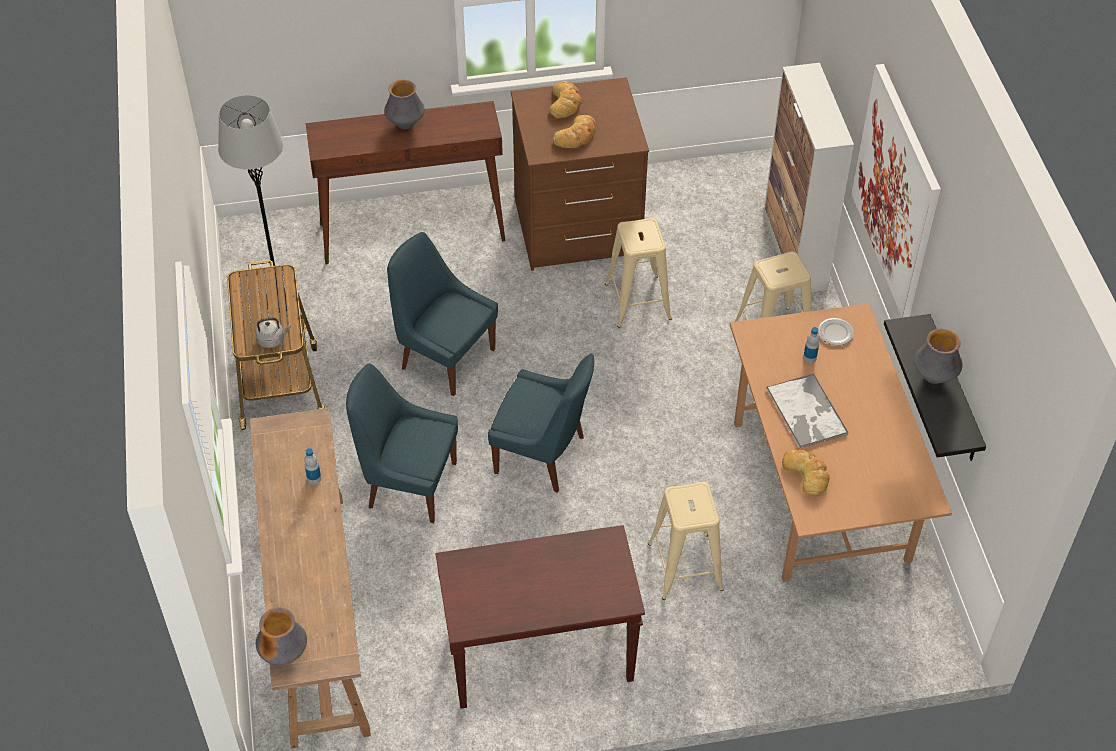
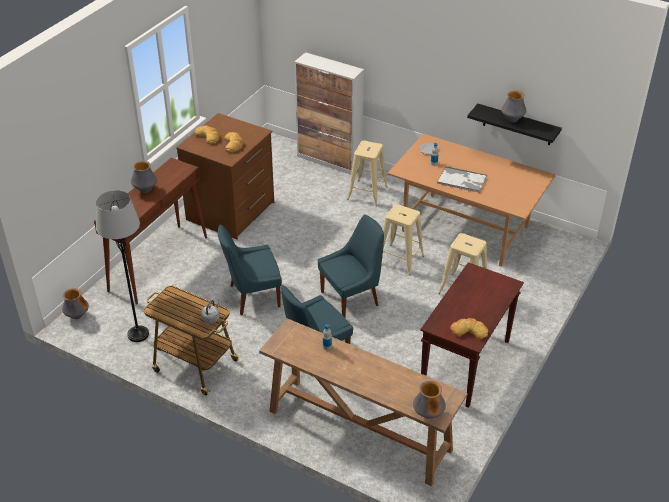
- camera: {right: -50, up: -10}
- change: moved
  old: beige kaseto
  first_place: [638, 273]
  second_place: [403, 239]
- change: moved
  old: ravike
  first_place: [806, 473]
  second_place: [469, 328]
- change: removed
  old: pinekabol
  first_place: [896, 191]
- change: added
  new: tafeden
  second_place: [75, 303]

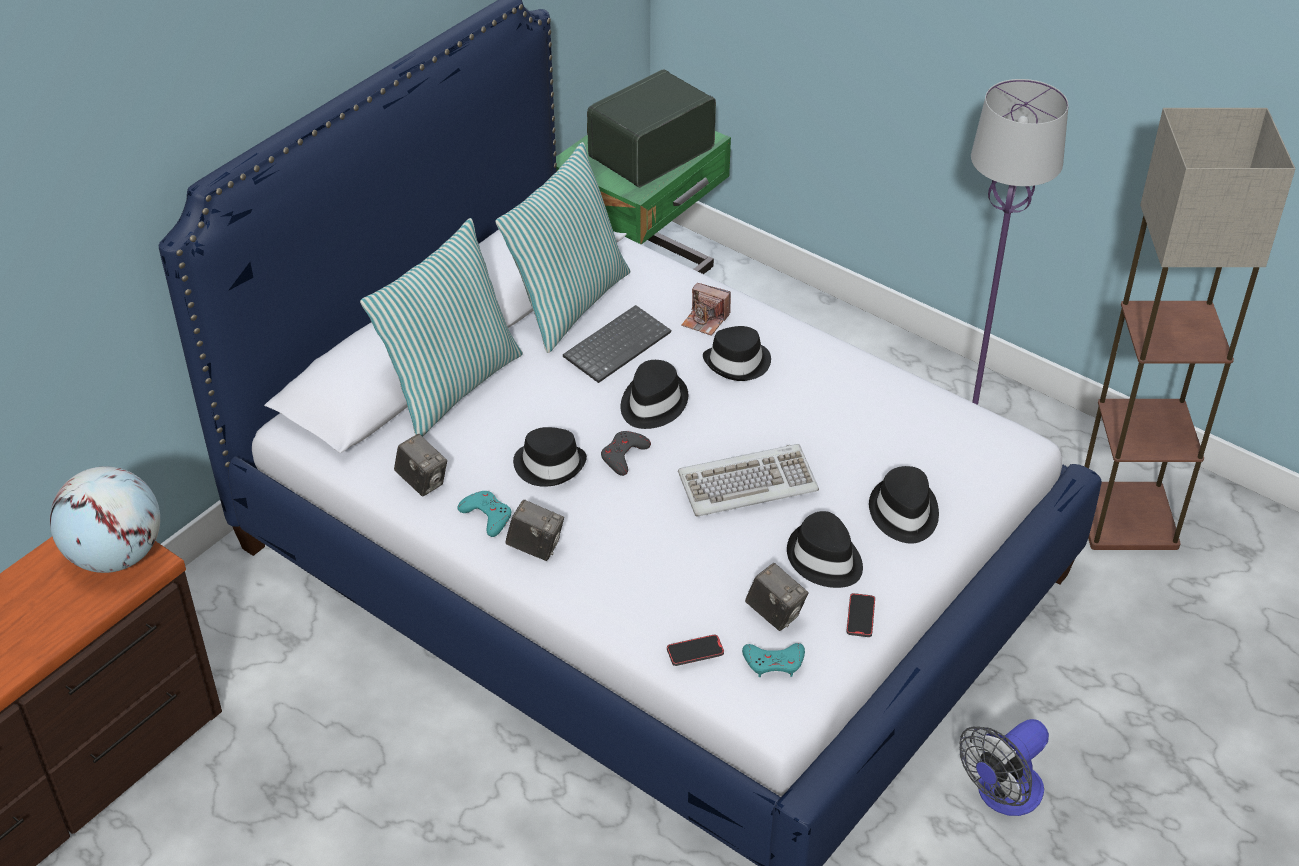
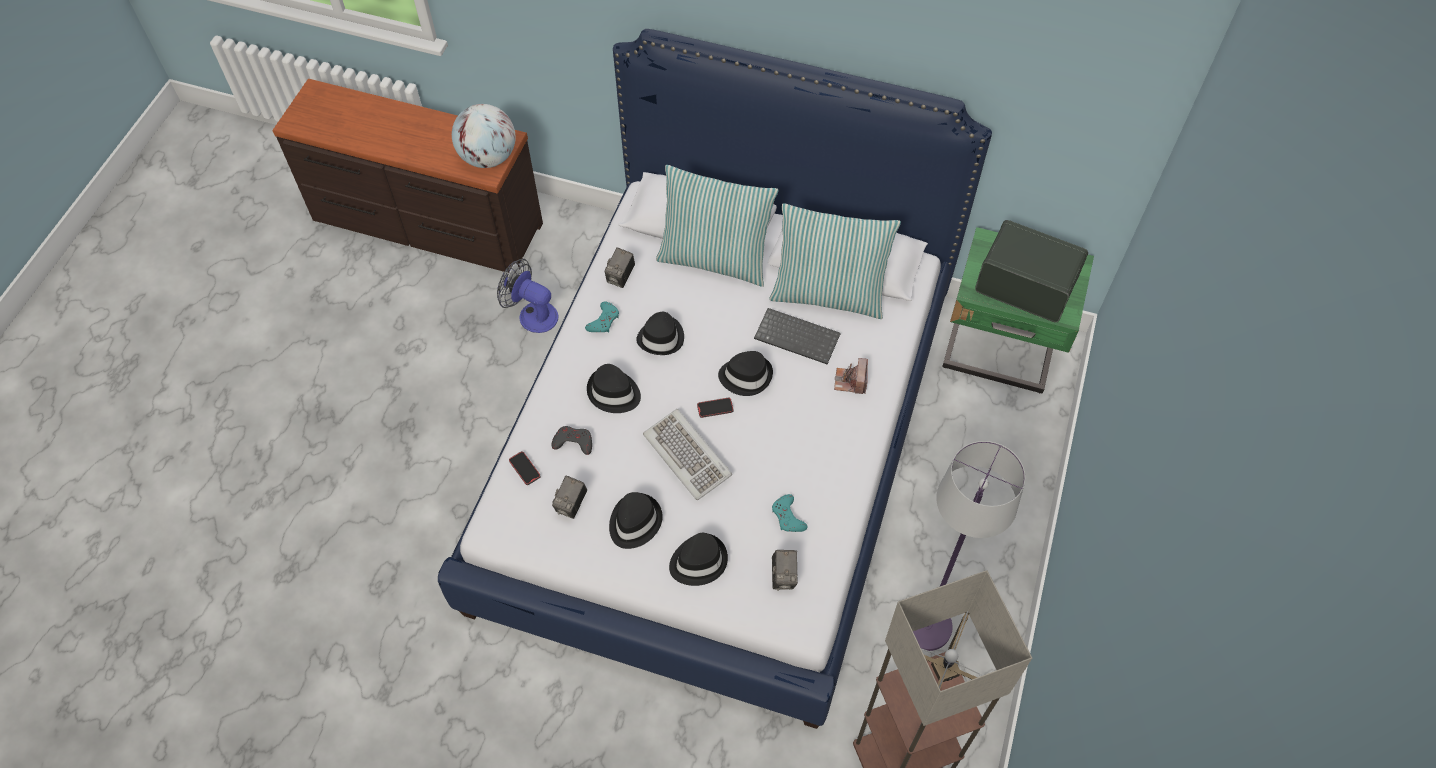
- camera: {right: 70, up: 15}
- change: moved
  old: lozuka
  first_place: [535, 530]
  second_place: [785, 570]
- change: moved
  old: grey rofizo
  first_place: [626, 453]
  second_place: [572, 440]
- change: moved
  old: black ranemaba
  first_place: [737, 353]
  second_place: [614, 388]
- change: moved
  old: turquoise rofizo
  first_place: [773, 660]
  second_place: [790, 513]
- change: moved
  old: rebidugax
  first_place: [861, 615]
  second_place: [715, 408]
- change: moved
  old: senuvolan
  first_place: [1004, 767]
  second_place: [528, 296]

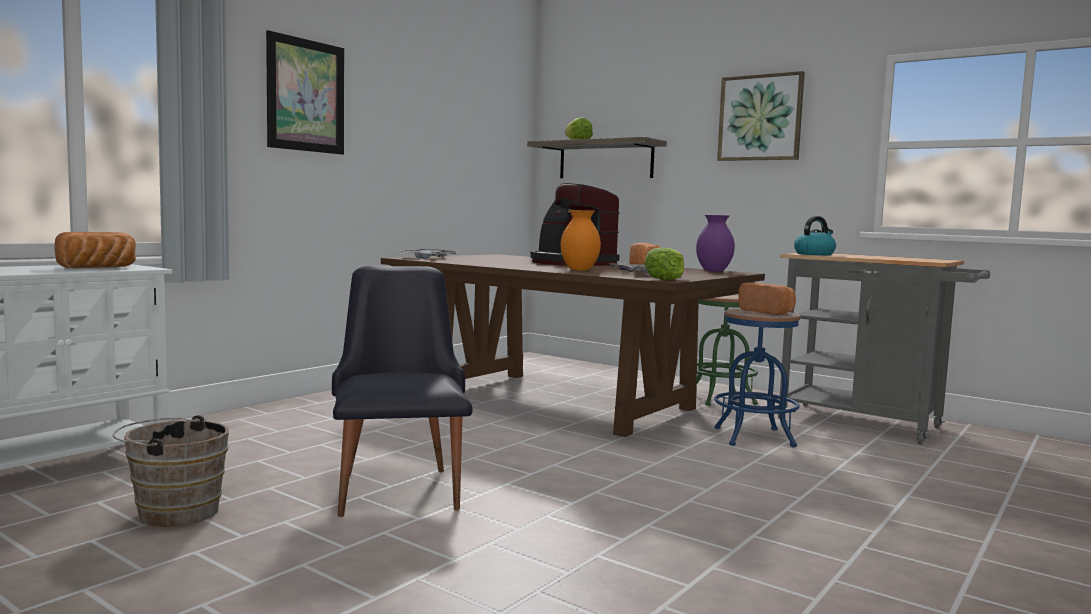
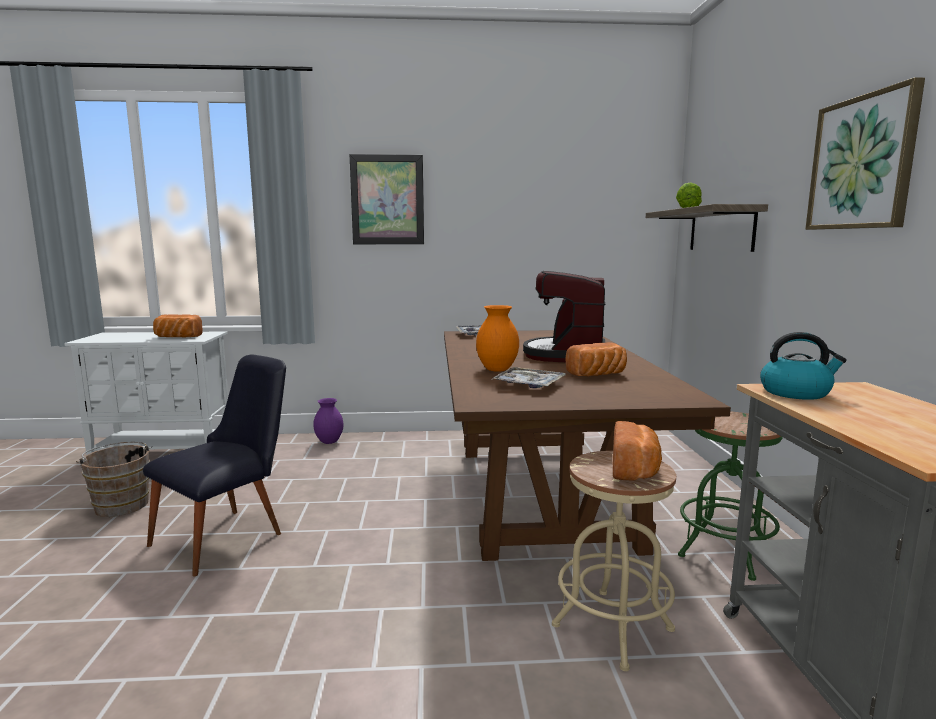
- camera: {right: 50, up: 5}
- change: removed
  old: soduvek
  first_place: [664, 264]
- change: moved
  old: purple tafeden
  first_place: [715, 243]
  second_place: [328, 421]
- change: recoloured
  old: blue kaseto
  new: beige kaseto
  first_place: [757, 378]
  second_place: [614, 561]

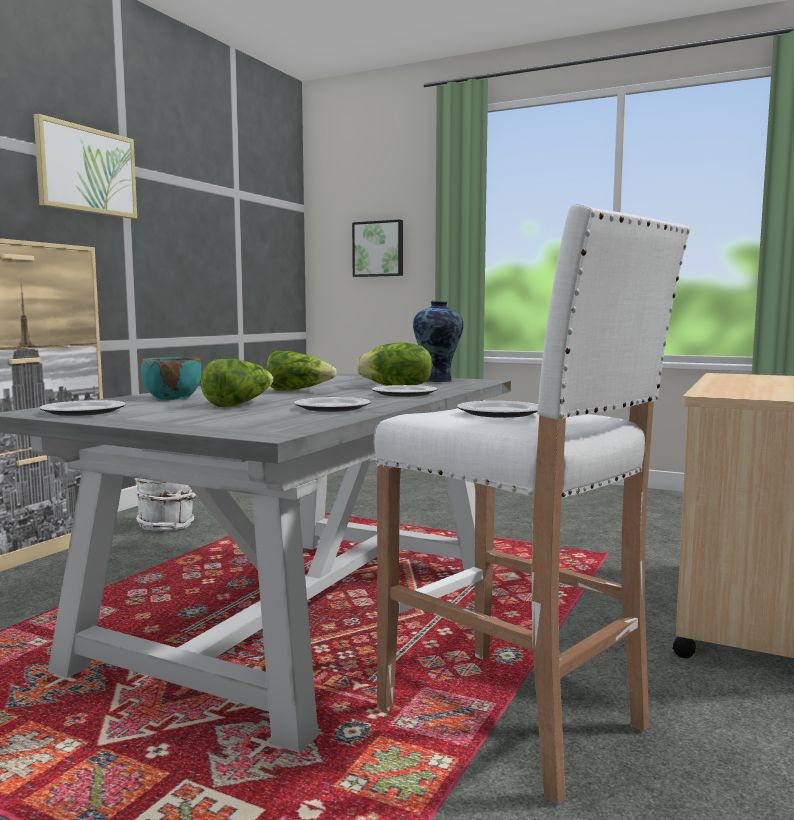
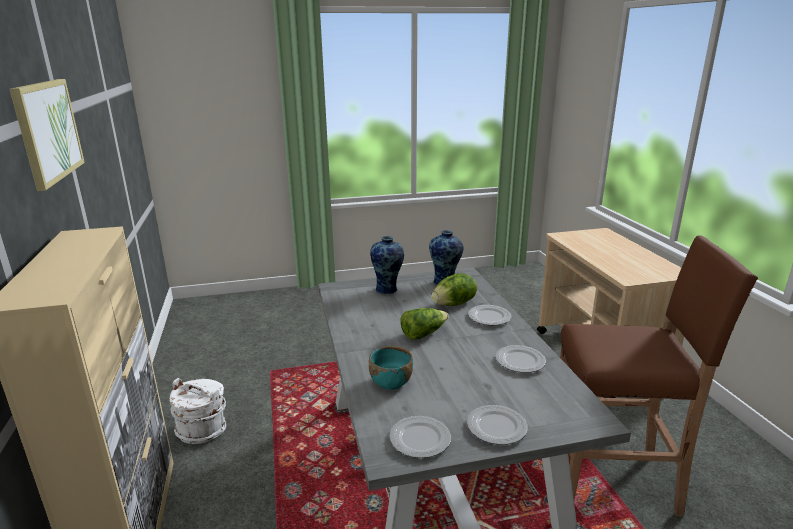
- camera: {right: -40, up: 15}
- change: removed
  old: soduvek
  first_place: [237, 383]
- change: removed
  old: pinekabol
  first_place: [377, 248]
- change: recoloured
  old: white kaseto
  new: brown kaseto
  first_place: [532, 504]
  second_place: [659, 376]
- change: moved
  old: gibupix
  first_place: [497, 409]
  second_place: [497, 425]
- change: added
  new: tafeden
  second_place: [387, 265]

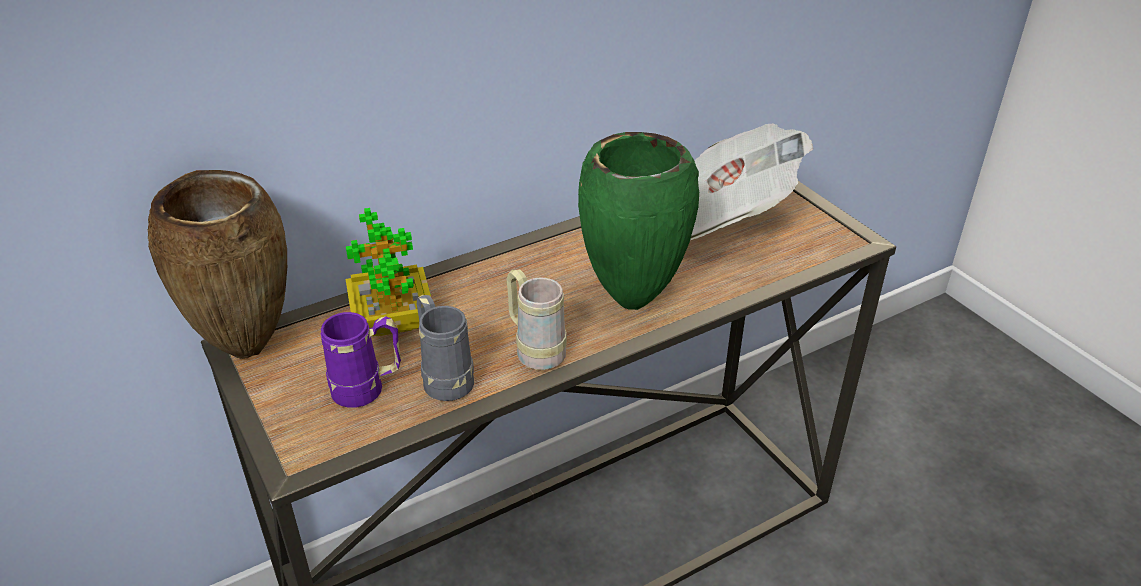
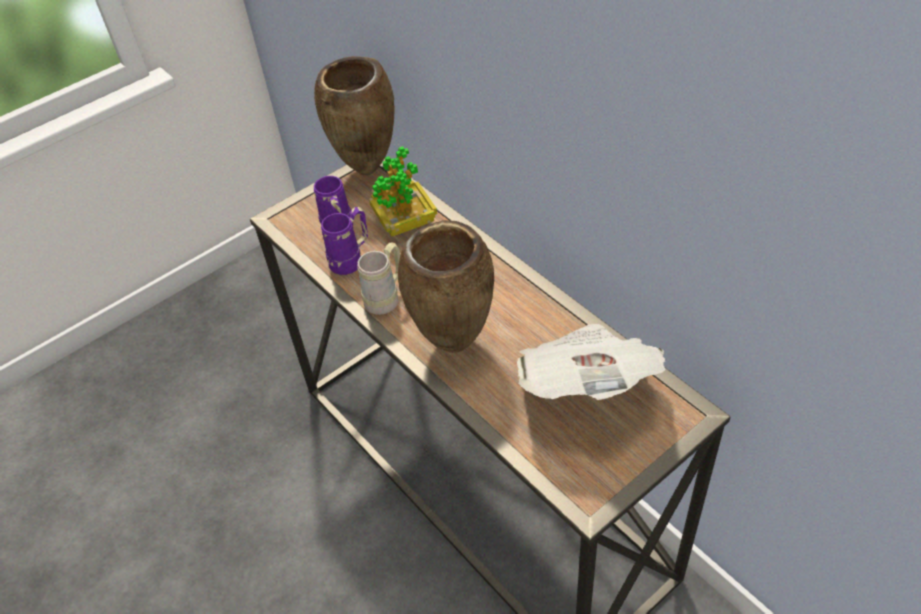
- camera: {right: 85, up: 10}
- change: recoloured
  old: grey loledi
  new: purple loledi
  first_place: [445, 348]
  second_place: [344, 241]
- change: recoloured
  old: green tafeden
  new: brown tafeden
  first_place: [638, 221]
  second_place: [445, 286]

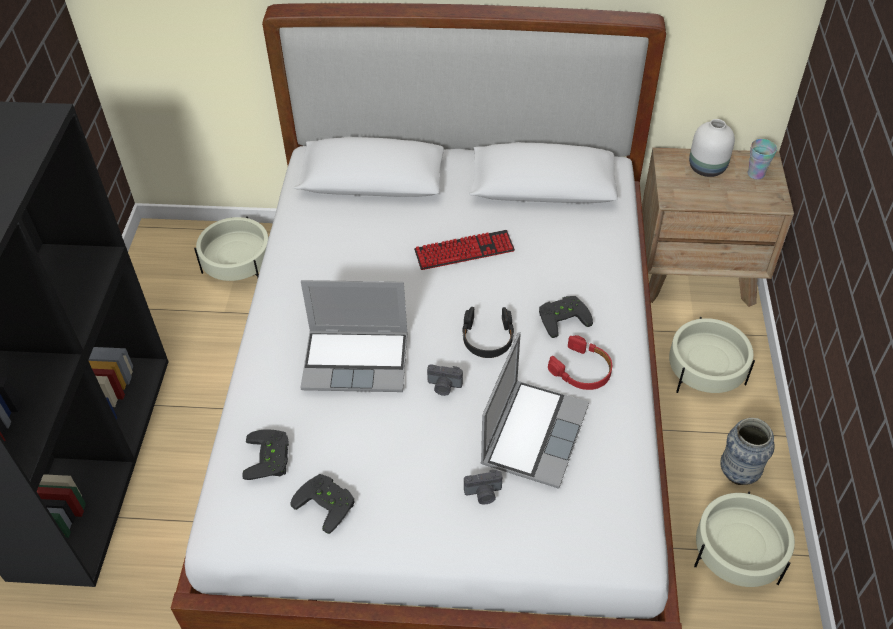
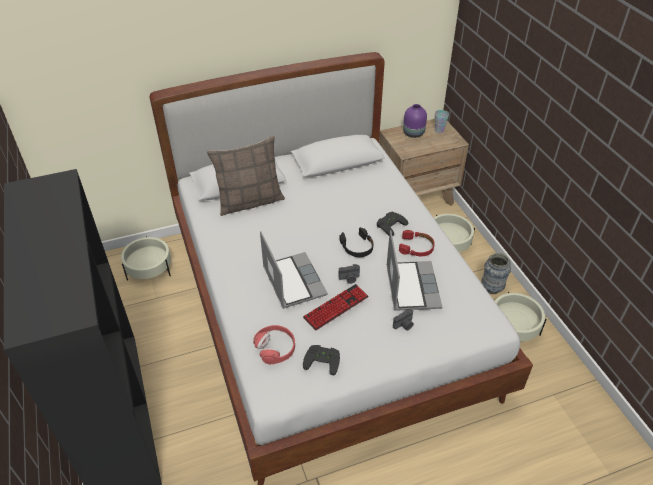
- camera: {right: -25, up: -5}
- change: replaced
  old: black rofizo
  new: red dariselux
  first_place: [266, 454]
  second_place: [274, 344]
- change: turned
  old: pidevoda
  first_place: [354, 336]
  second_place: [294, 270]
  degrees: -90
- change: moved
  old: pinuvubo
  first_place: [464, 250]
  second_place: [336, 307]
- change: recoloured
  old: white tafeden
  new: purple tafeden
  first_place: [712, 148]
  second_place: [415, 121]
- change: added
  new: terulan
  second_place: [246, 176]

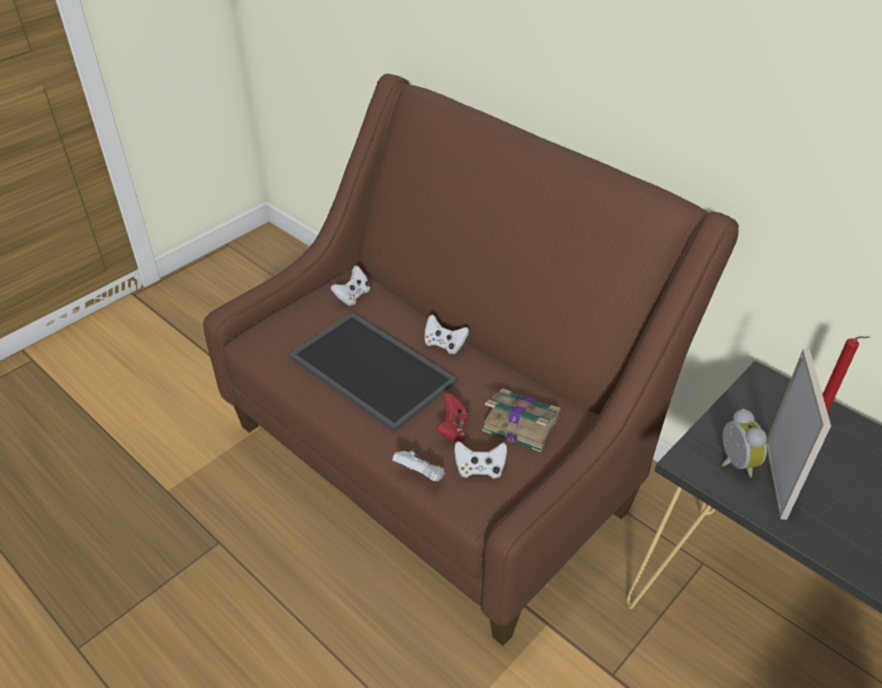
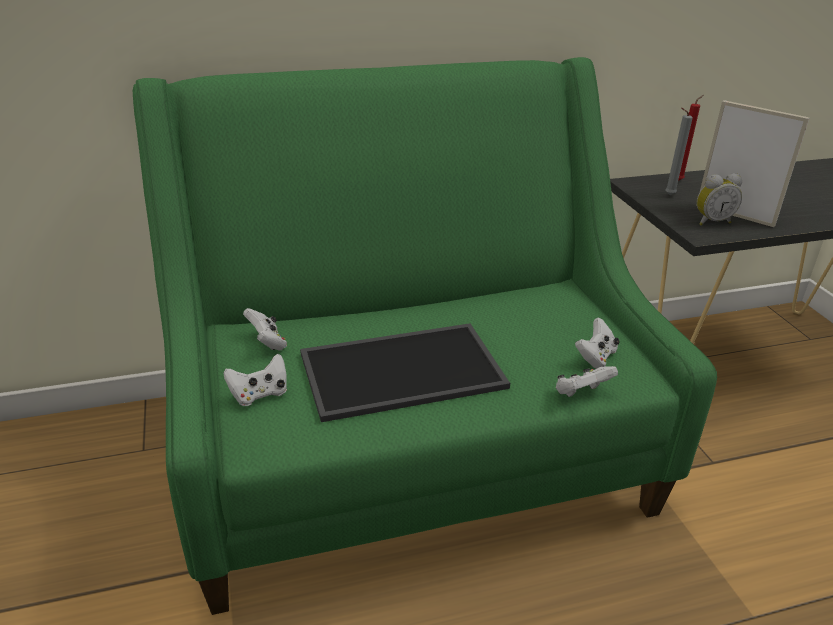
- camera: {right: -60, up: -10}
- change: recoloured
  old: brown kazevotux
  new: green kazevotux
  first_place: [471, 360]
  second_place: [425, 336]
- change: moved
  old: white rofizo
  first_place: [446, 334]
  second_place: [255, 380]
- change: removed
  old: red rofizo
  first_place: [452, 417]
- change: removed
  old: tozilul
  first_place: [521, 420]
- change: turned
  old: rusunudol
  first_place: [744, 443]
  second_place: [719, 199]
  degrees: 150
- change: added
  new: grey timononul
  second_place: [679, 151]

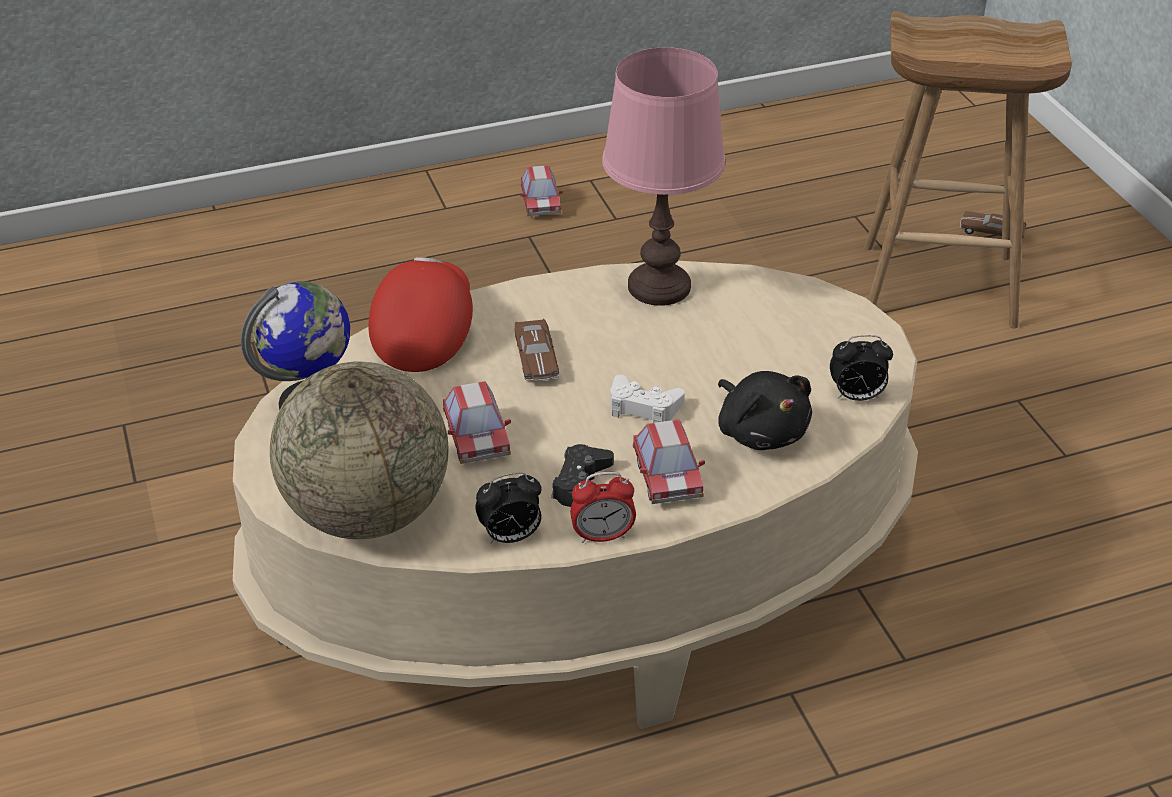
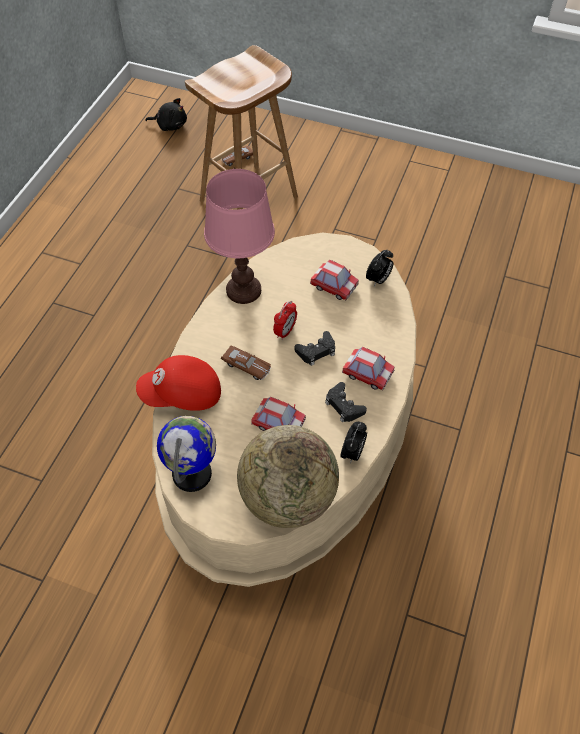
- camera: {right: -50, up: 15}
- change: turned
  old: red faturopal
  first_place: [420, 314]
  second_place: [178, 383]
  degrees: -60
- change: moved
  old: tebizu
  first_place: [542, 190]
  second_place: [334, 279]
- change: moved
  old: rusunudol
  first_place: [603, 507]
  second_place: [285, 320]
- change: recoloured
  old: white rofizo
  new: black rofizo
  first_place: [647, 399]
  second_place: [315, 348]
- change: moved
  old: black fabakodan
  first_place: [765, 410]
  second_place: [166, 114]

